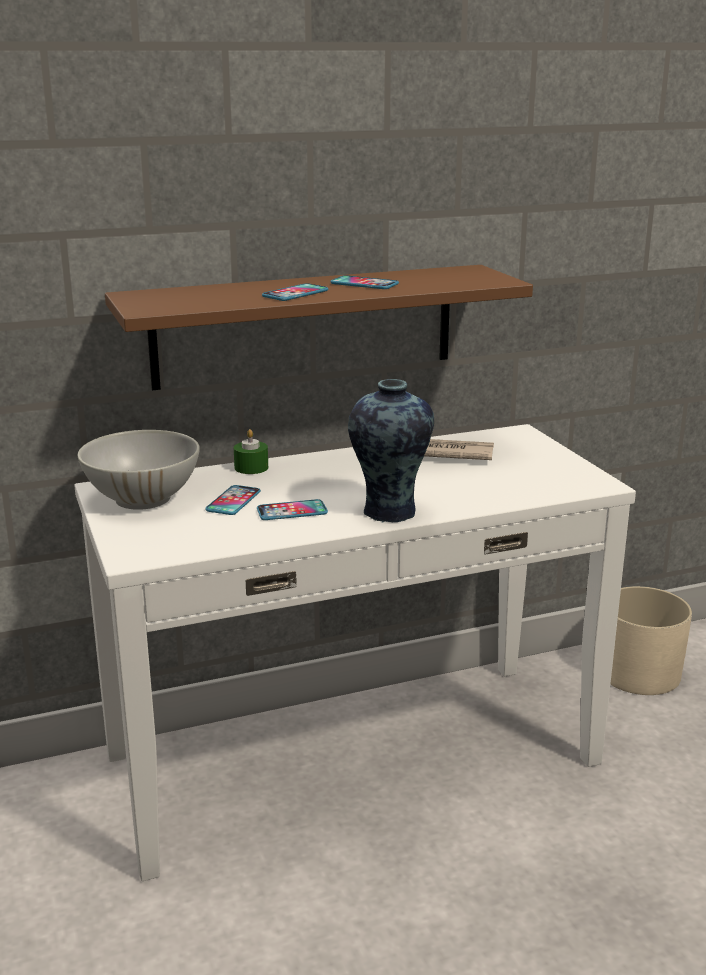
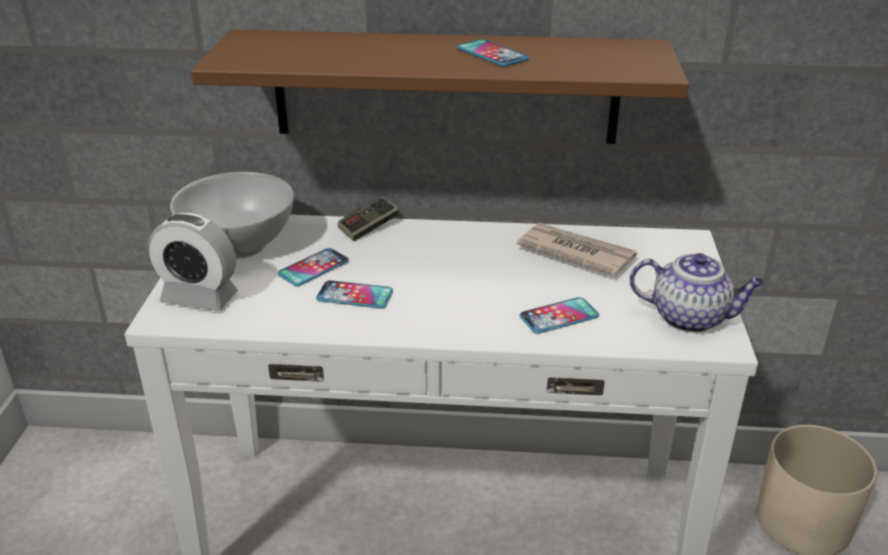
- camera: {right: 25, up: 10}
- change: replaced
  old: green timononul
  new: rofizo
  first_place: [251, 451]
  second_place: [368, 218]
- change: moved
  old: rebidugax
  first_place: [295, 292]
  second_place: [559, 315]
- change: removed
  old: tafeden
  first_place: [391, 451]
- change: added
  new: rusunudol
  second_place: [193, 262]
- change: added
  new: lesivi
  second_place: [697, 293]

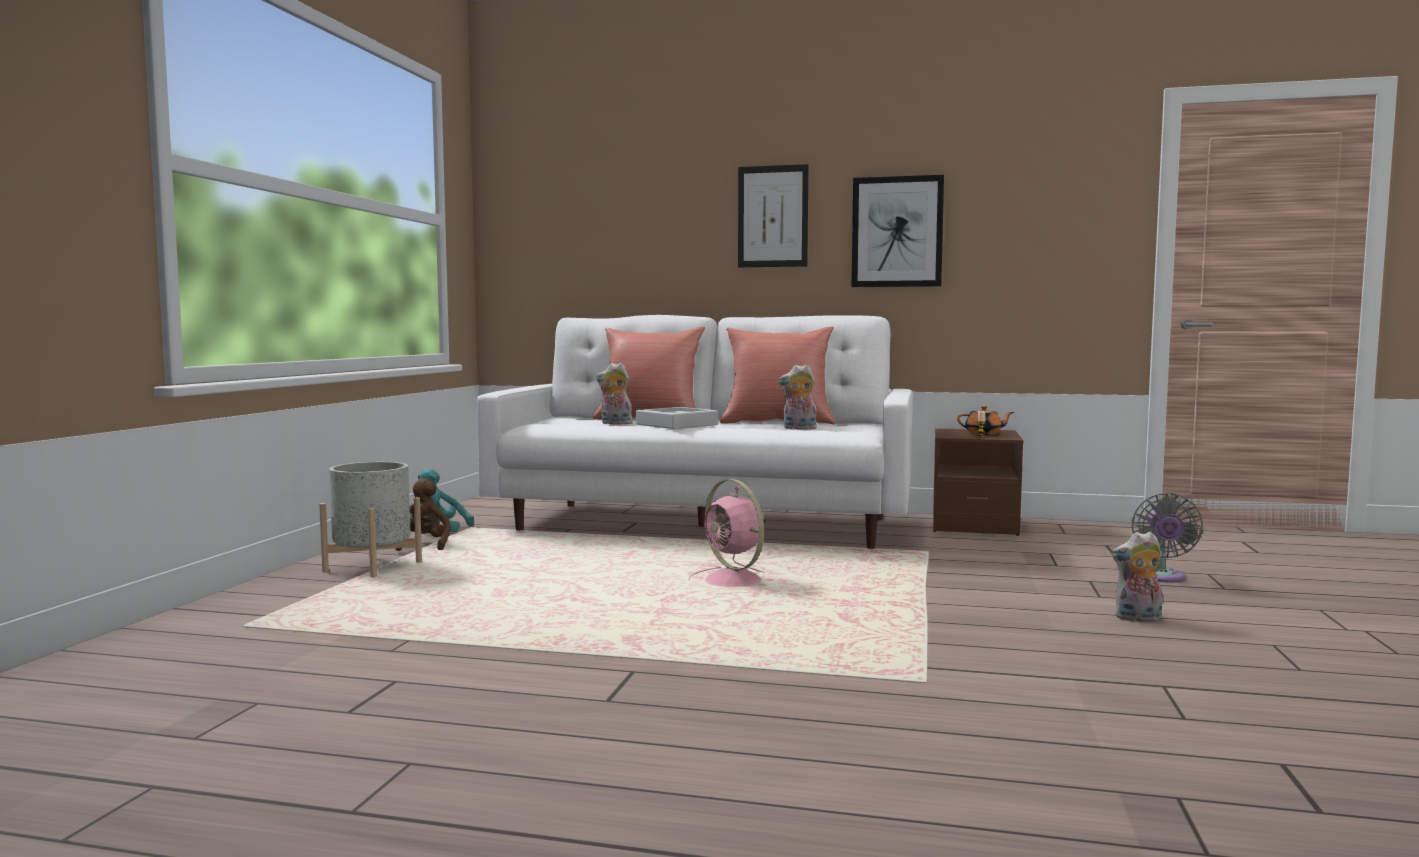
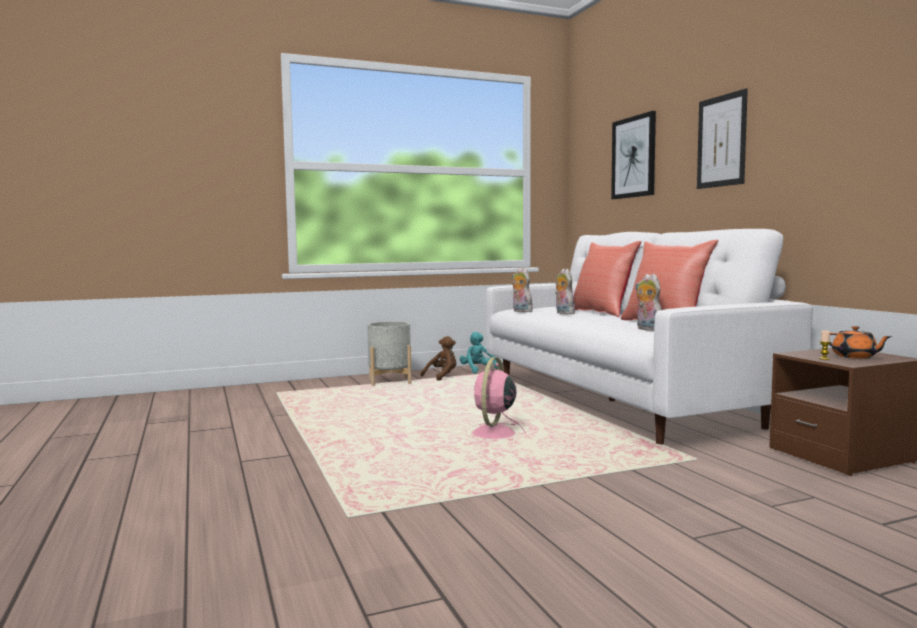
- camera: {right: 55, up: 0}
- change: removed
  old: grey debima
  first_place: [677, 418]
- change: moved
  old: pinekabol
  first_place: [898, 231]
  second_place: [633, 155]
- change: moved
  old: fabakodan
  first_place: [1137, 577]
  second_place: [522, 289]
- change: removed
  old: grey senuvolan
  first_place: [1167, 538]

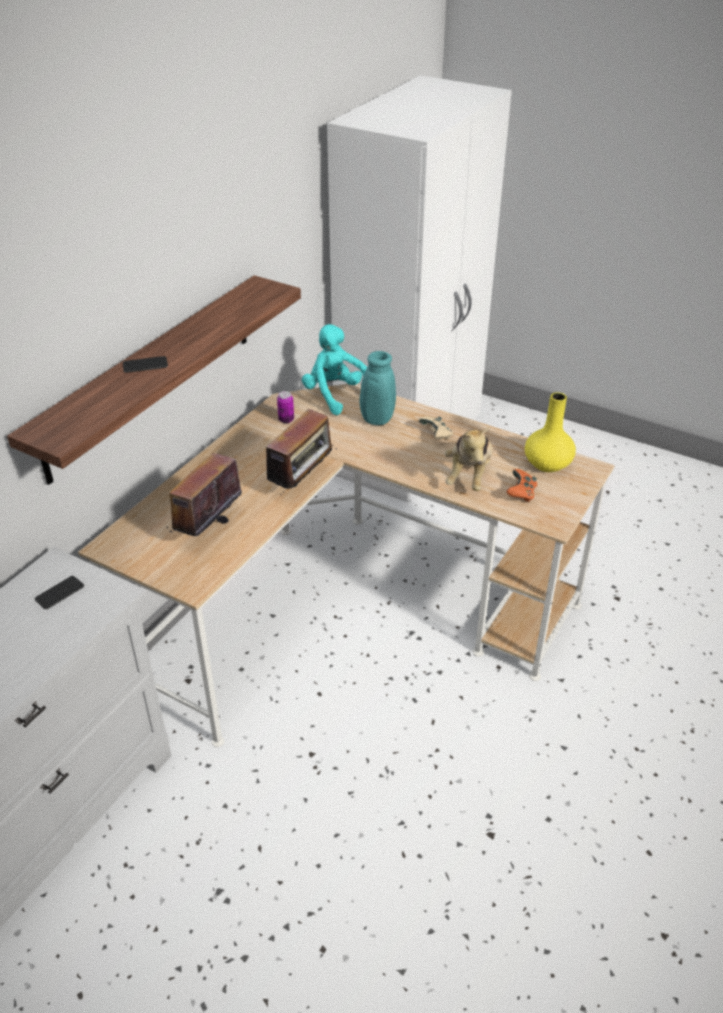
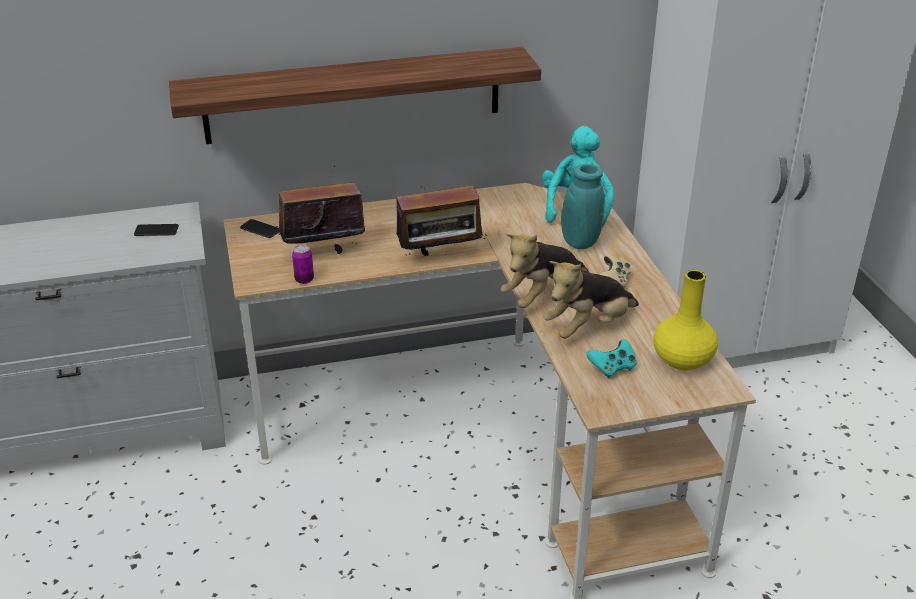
- camera: {right: 45, up: -5}
- change: moved
  old: rebidugax
  first_place: [145, 364]
  second_place: [259, 228]
- change: moved
  old: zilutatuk
  first_place: [285, 407]
  second_place: [303, 264]
- change: recoloured
  old: orange rofizo
  new: turquoise rofizo
  first_place: [521, 485]
  second_place: [611, 358]
- change: added
  new: fabakodan
  second_place: [545, 271]

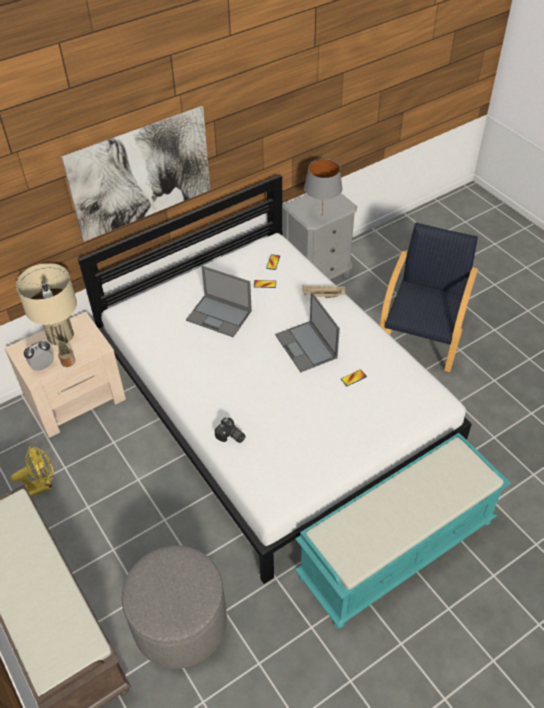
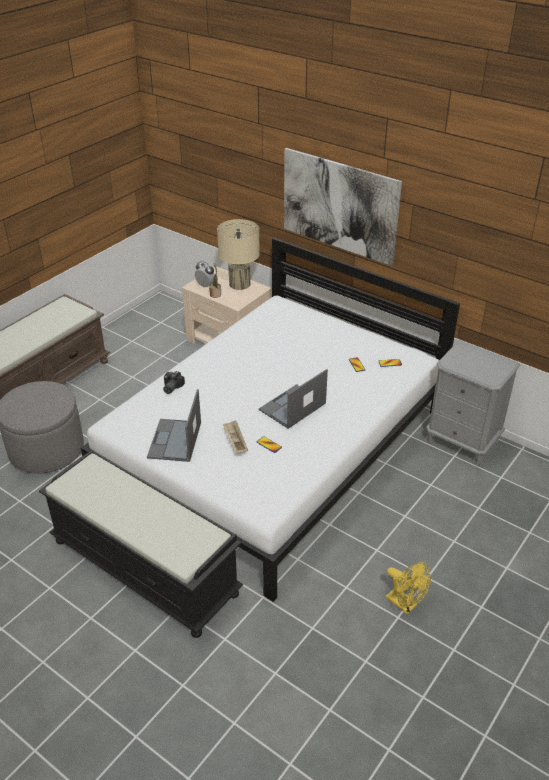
- camera: {right: 70, up: -10}
- change: moved
  old: yellow senuvolan
  first_place: [32, 471]
  second_place: [408, 588]
- change: moved
  old: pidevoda
  first_place: [219, 301]
  second_place: [174, 425]
- change: recoloured
  old: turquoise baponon
  new: black baponon
  first_place: [403, 530]
  second_place: [141, 544]
- change: moved
  old: beige debima
  first_place: [324, 291]
  second_place: [235, 436]
- change: removed
  old: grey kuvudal
  first_place: [323, 185]
- change: removed
  old: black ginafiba
  first_place: [429, 297]

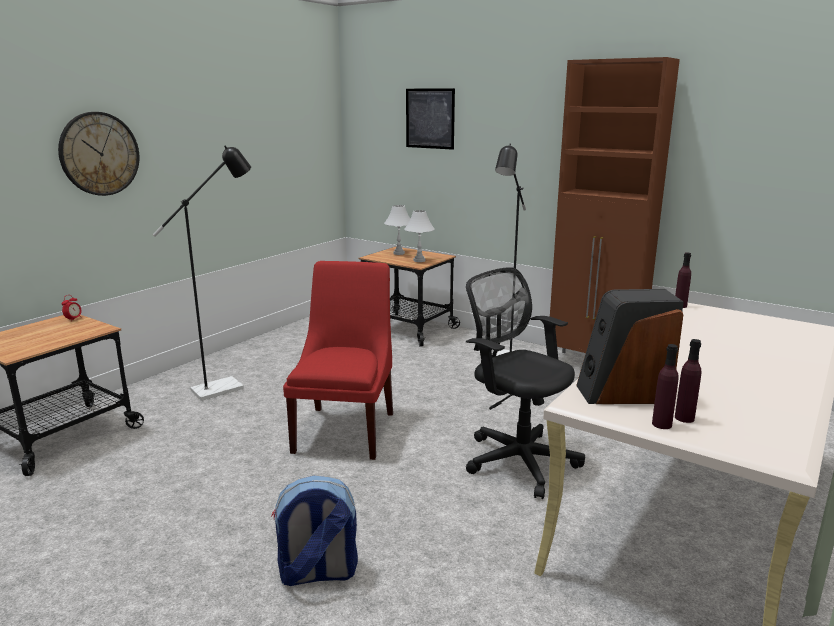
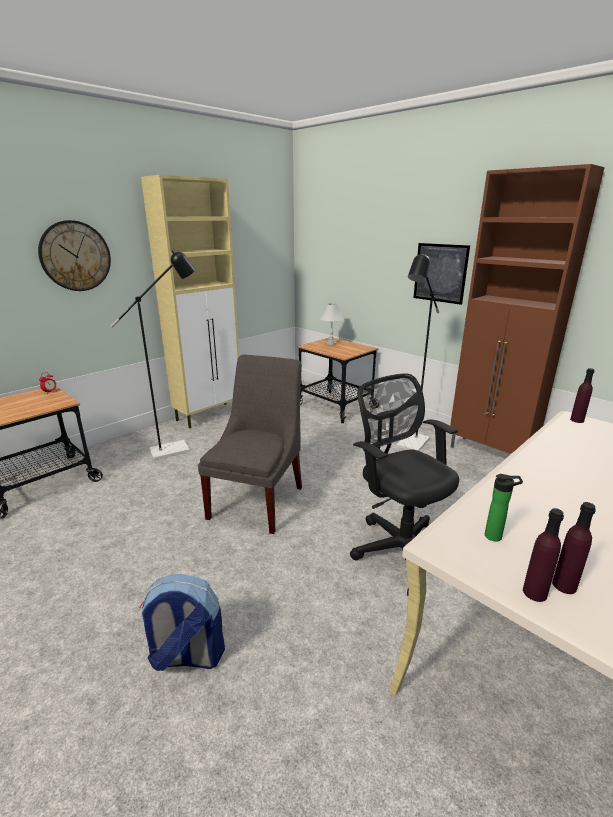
- camera: {right: 10, up: 5}
- change: recoloured
  old: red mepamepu
  new: grey mepamepu
  first_place: [338, 360]
  second_place: [250, 444]
- change: removed
  old: white kuvudal
  first_place: [419, 236]
- change: moved
  old: pinekabol
  first_place: [430, 119]
  second_place: [441, 274]
- change: replaced
  old: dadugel
  new: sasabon
  first_place: [630, 346]
  second_place: [504, 508]
- change: added
  new: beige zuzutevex
  second_place: [190, 301]

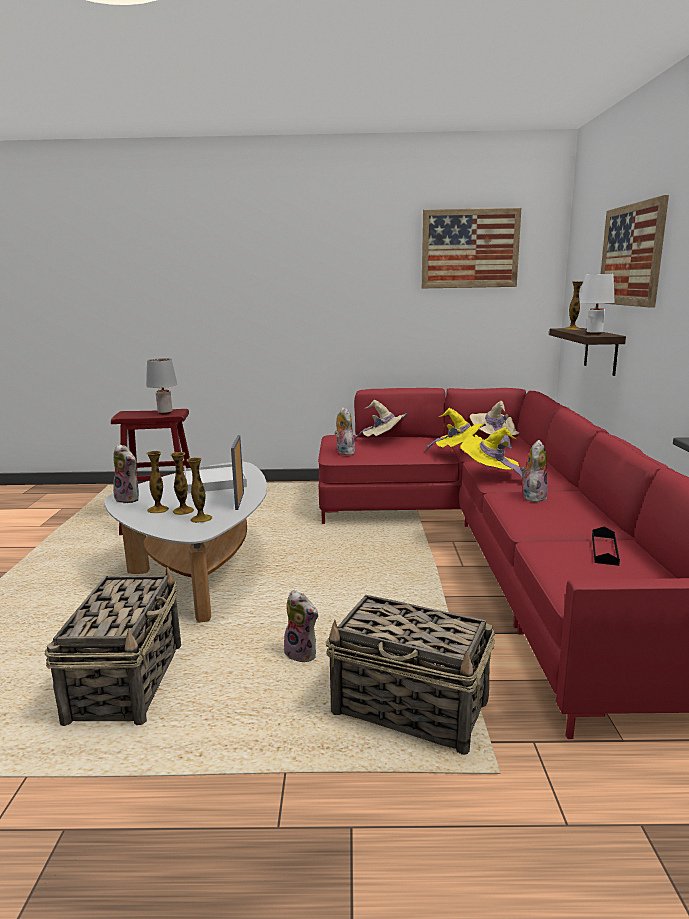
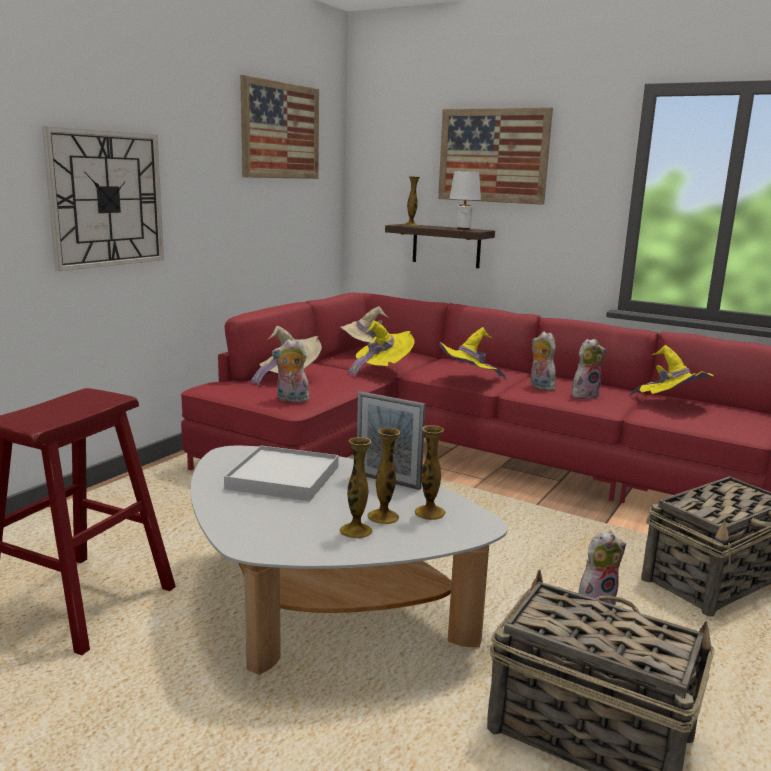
- camera: {right: -60, up: 0}
- change: moved
  old: fabakodan
  first_place: [126, 474]
  second_place: [589, 369]
- change: removed
  old: grey kuvudal
  first_place: [161, 386]
- change: replaced
  old: black debima
  new: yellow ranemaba
  first_place: [606, 546]
  second_place: [671, 370]
- change: added
  new: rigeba
  second_place: [103, 199]

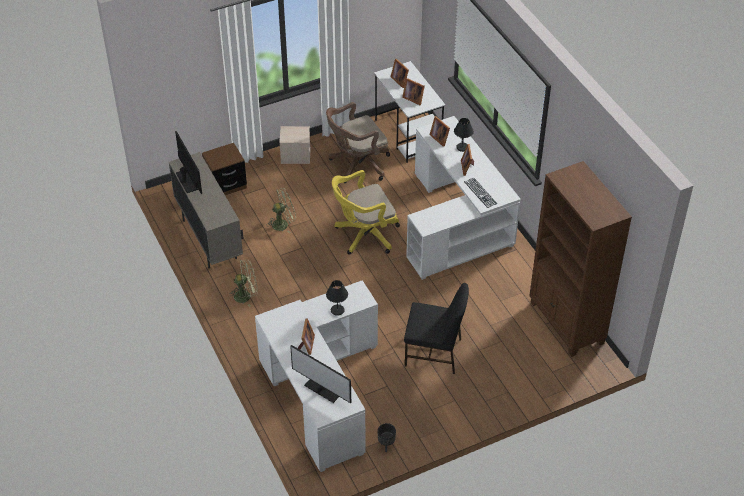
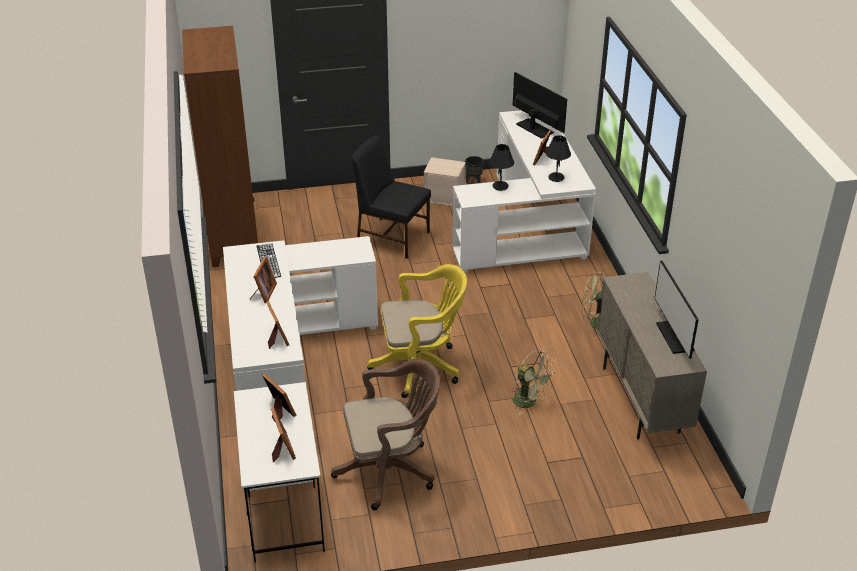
- camera: {right: -165, up: -10}
- change: removed
  old: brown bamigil
  first_place: [224, 169]
- change: turned
  old: green senuvolan
  first_place: [281, 210]
  second_place: [533, 382]
  degrees: -135
- change: moved
  old: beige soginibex
  first_place: [295, 145]
  second_place: [445, 181]
- change: moved
  old: black kuvudal
  first_place: [464, 135]
  second_place: [558, 158]

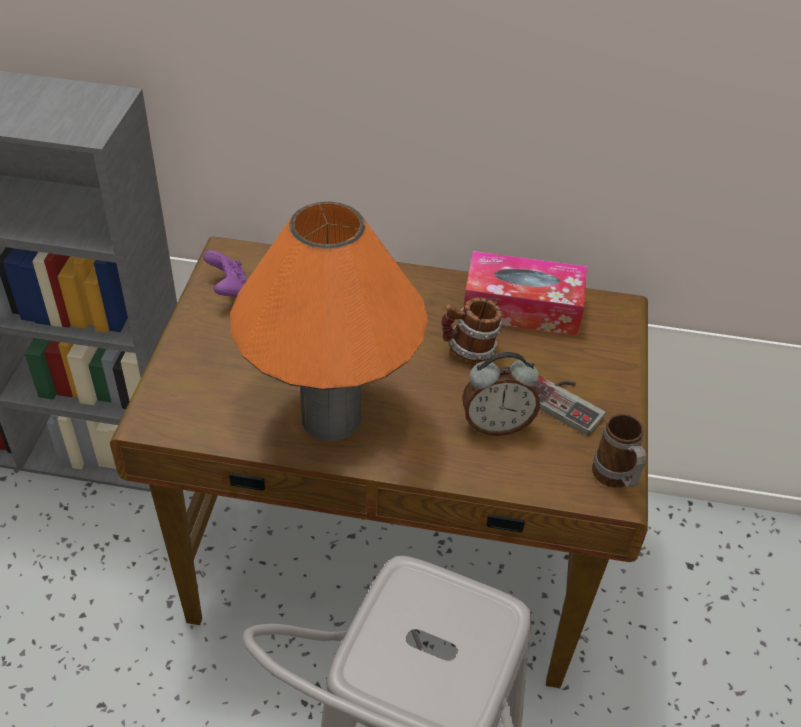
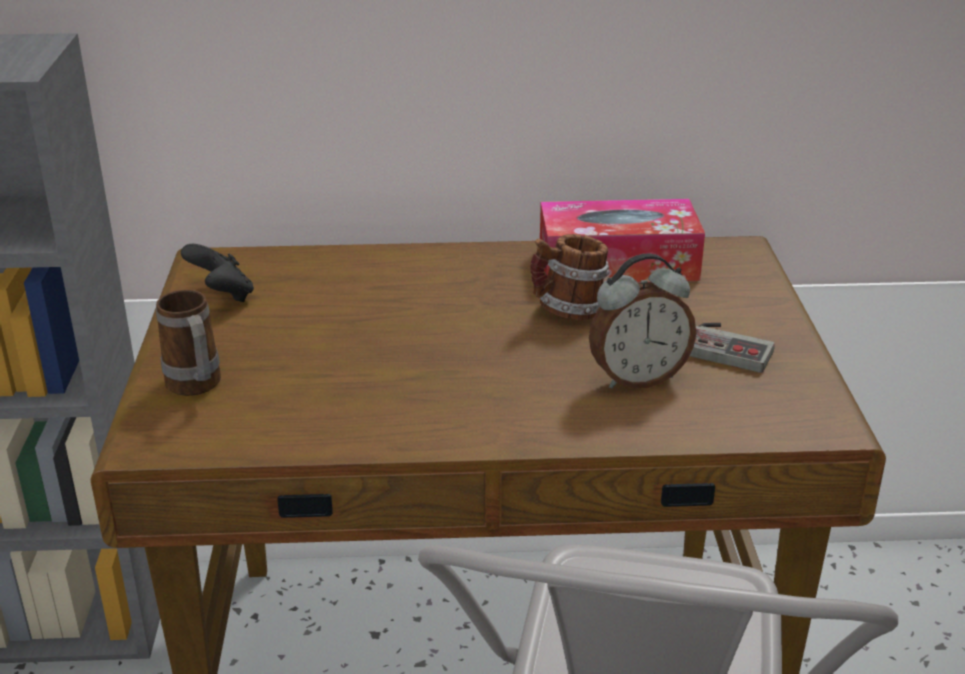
- camera: {right: -10, up: -15}
- change: recoloured
  old: purple rofizo
  new: black rofizo
  first_place: [225, 274]
  second_place: [217, 273]
- change: removed
  old: orange kuvudal
  first_place: [329, 321]
- change: moved
  old: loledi
  first_place: [619, 450]
  second_place: [188, 343]

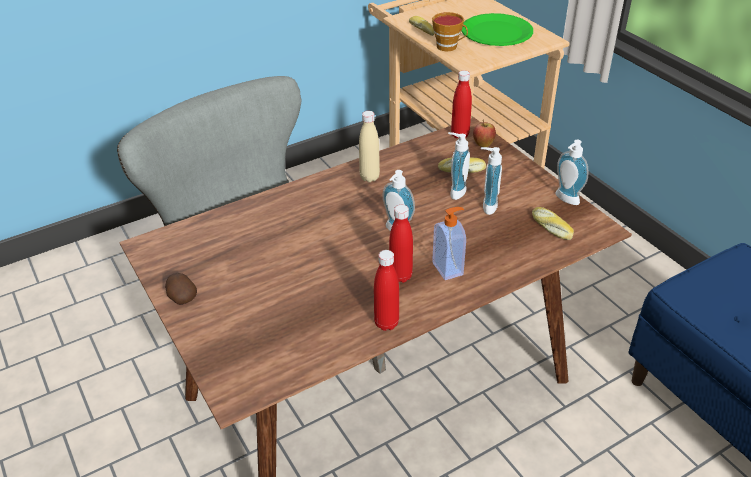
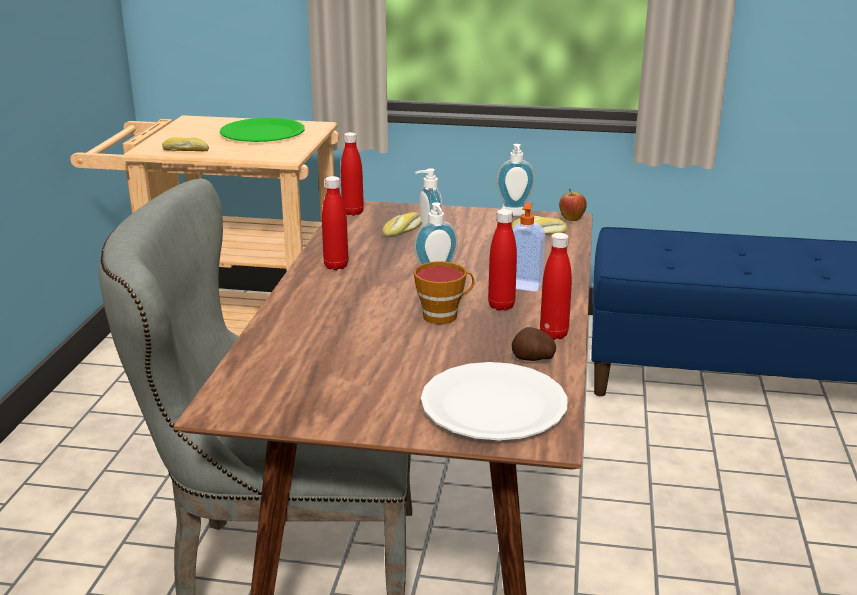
- camera: {right: -50, up: -15}
- change: moved
  old: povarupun
  first_place: [181, 289]
  second_place: [534, 344]
- change: recoloured
  old: beige sasabon
  new: red sasabon
  first_place: [369, 146]
  second_place: [335, 223]
- change: moved
  old: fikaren
  first_place: [450, 31]
  second_place: [444, 292]
- change: moved
  old: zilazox
  first_place: [484, 133]
  second_place: [573, 205]
- change: removed
  old: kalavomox
  first_place: [491, 181]
- change: added
  new: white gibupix
  second_place: [494, 401]

